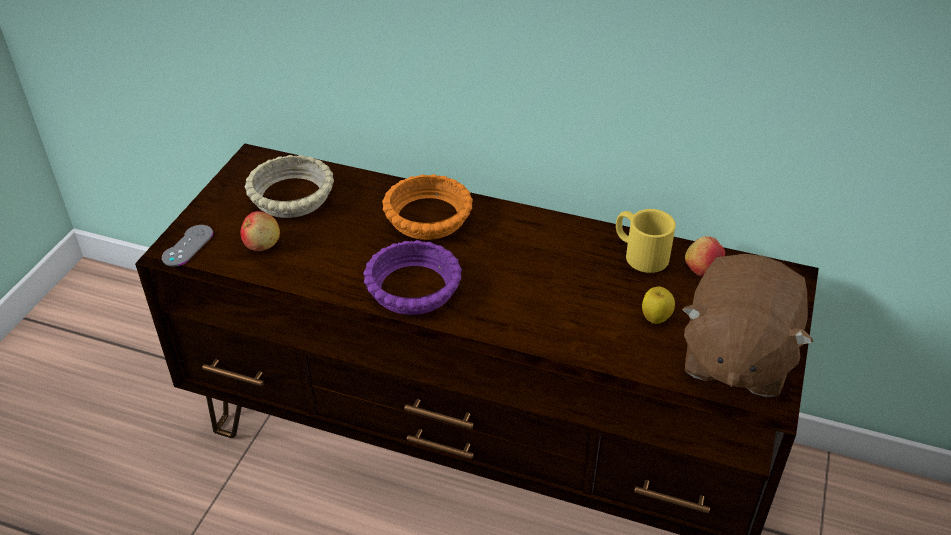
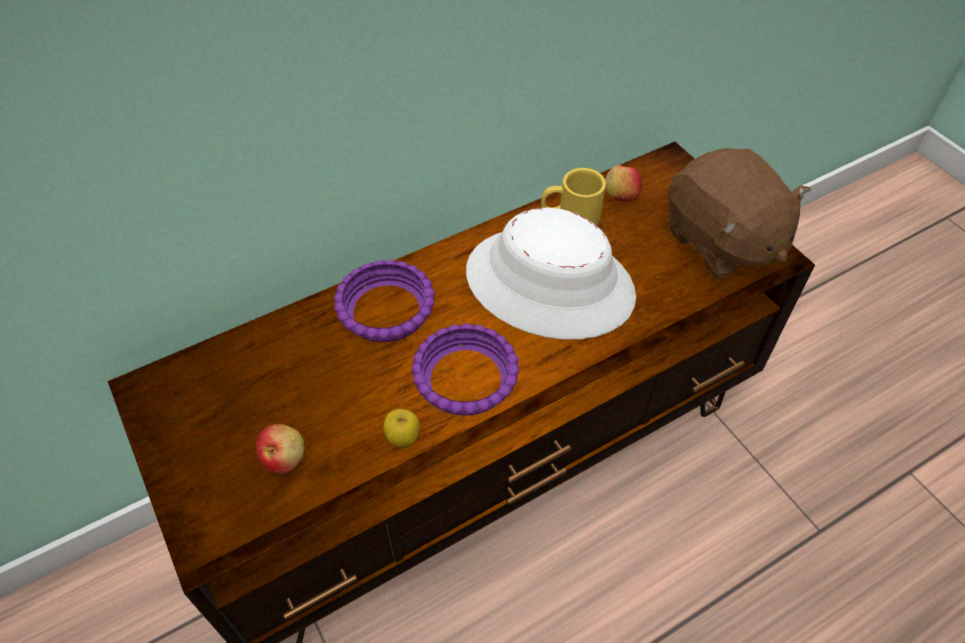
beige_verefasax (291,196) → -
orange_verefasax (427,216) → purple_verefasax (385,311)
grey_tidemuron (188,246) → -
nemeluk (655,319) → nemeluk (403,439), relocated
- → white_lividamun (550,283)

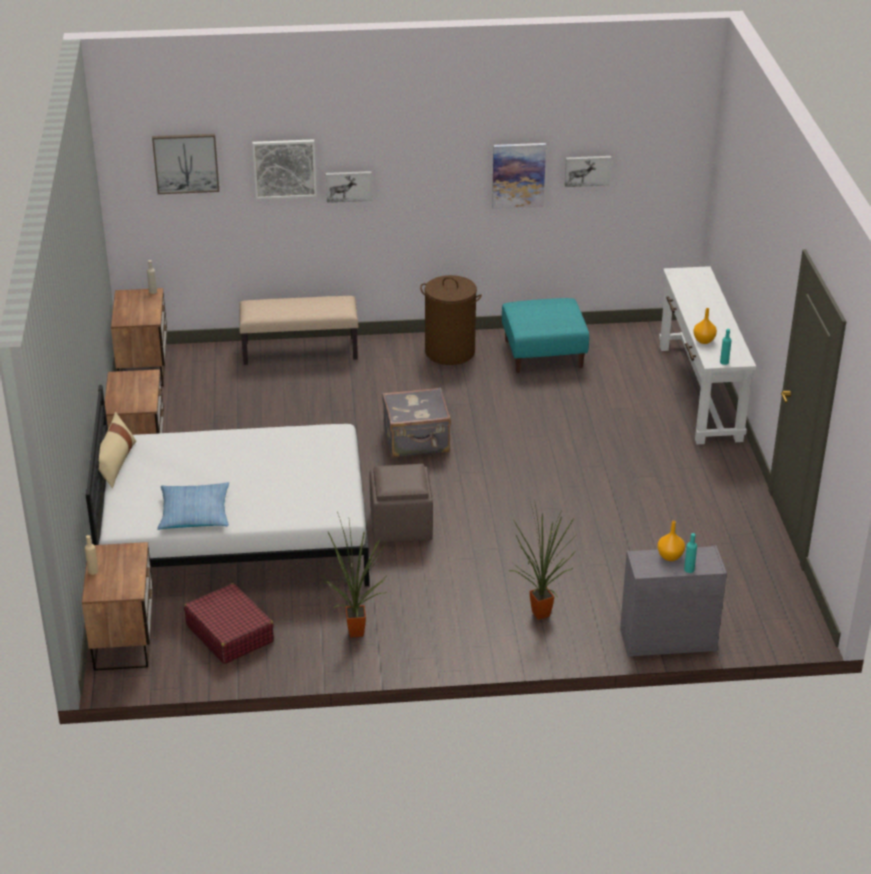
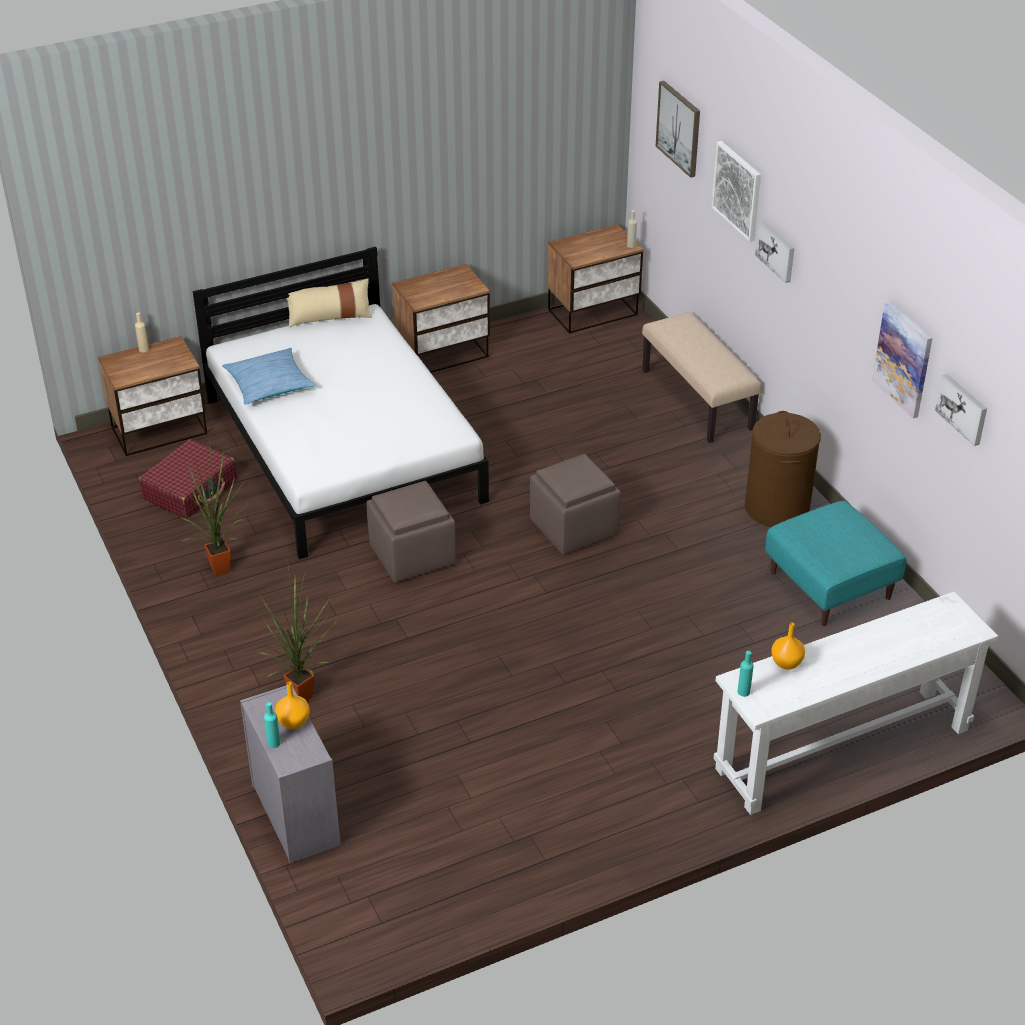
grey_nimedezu (417,441) → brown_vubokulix (575,528)

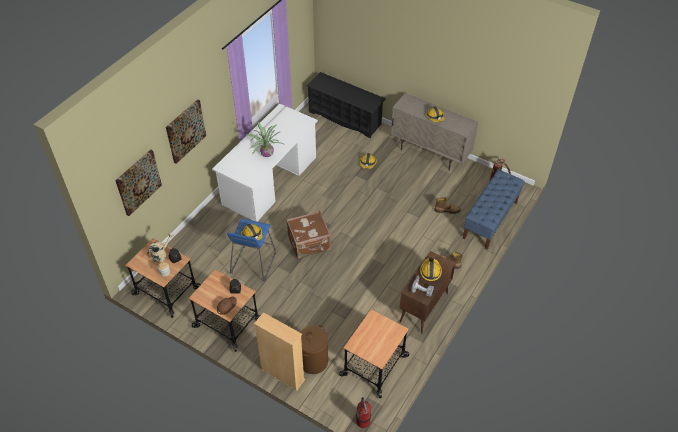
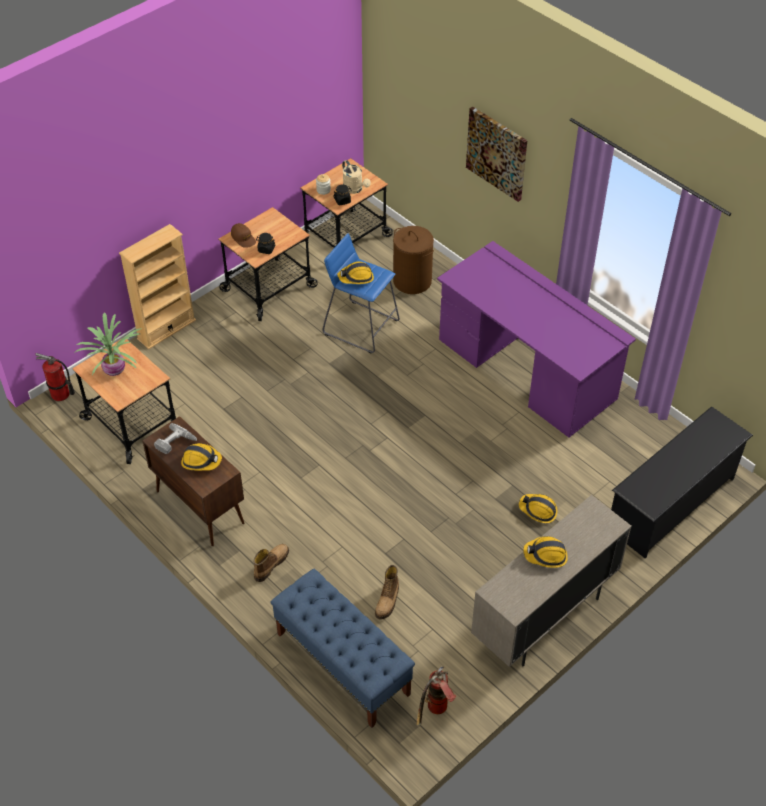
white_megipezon (269,181) → purple_megipezon (526,369)
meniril (266,153) → meniril (116,370), relocated
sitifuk (138,182) → -
brown_nimedezu (309,244) → -
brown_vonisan (313,361) → brown_vonisan (412,281), relocated

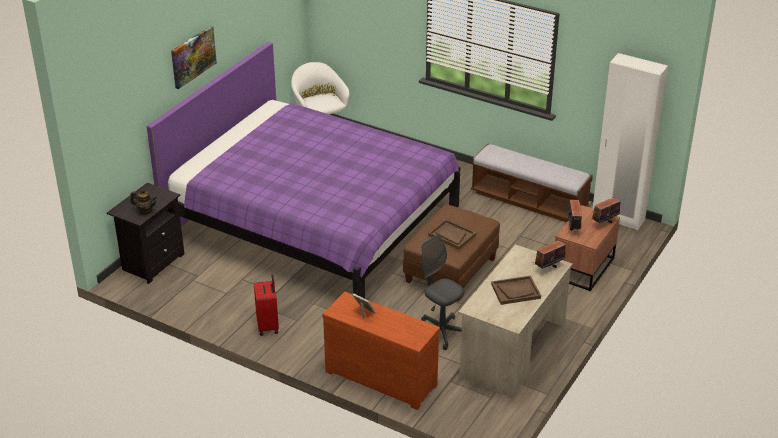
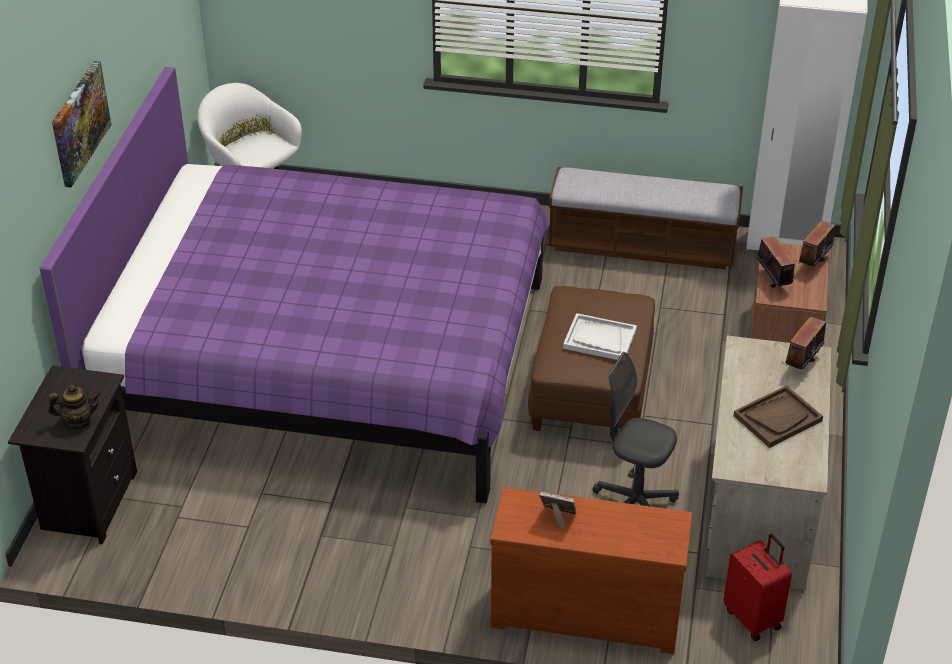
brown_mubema (451,235) → white_mubema (599,339)
red_nimedezu (268,326) → red_nimedezu (753,618), relocated

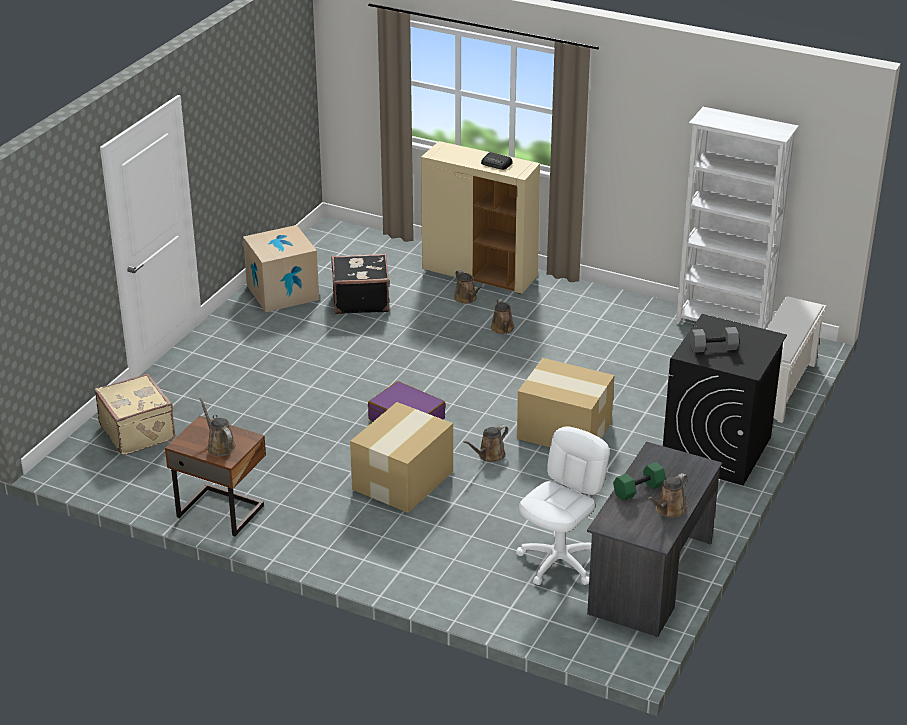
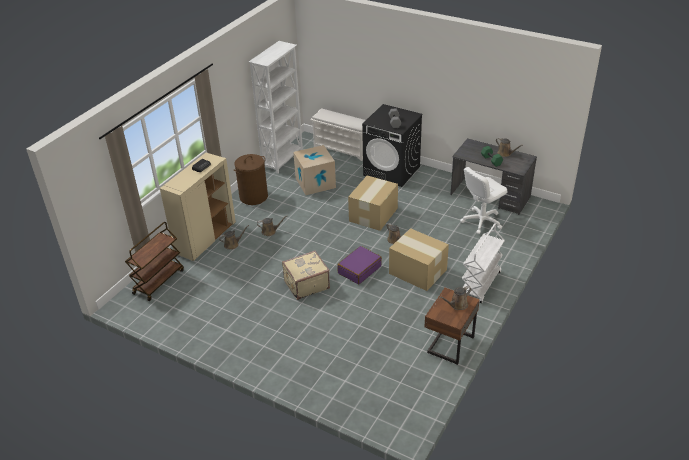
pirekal (282,292) → pirekal (315,183), relocated
black_nimedezu (360,300) → -
beige_nimedezu (138,432) → beige_nimedezu (306,284), relocated
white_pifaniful (559,561) → white_pifaniful (481,221), 75 degrees counterclockwise
- → brown_vonisan (253,196)
- → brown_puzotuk (158,281)
- → white_puzotuk (481,284)

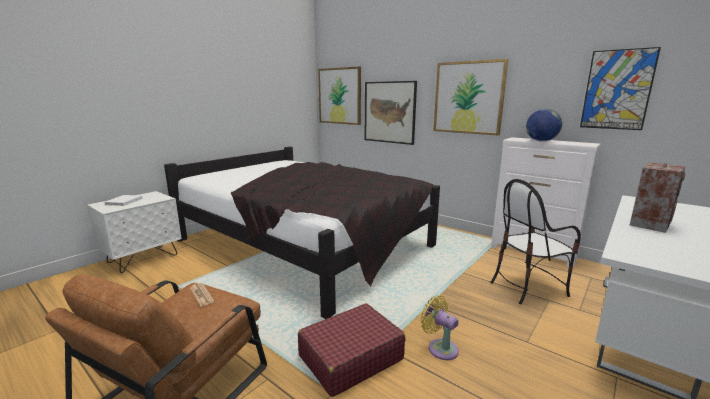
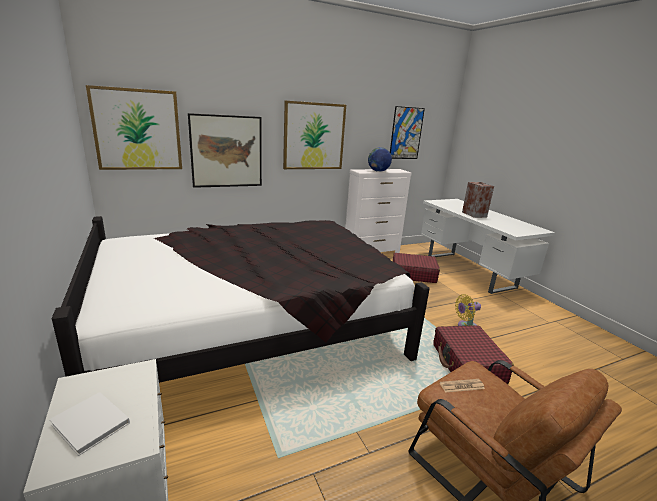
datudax (527,287) → red_nimedezu (413,274)

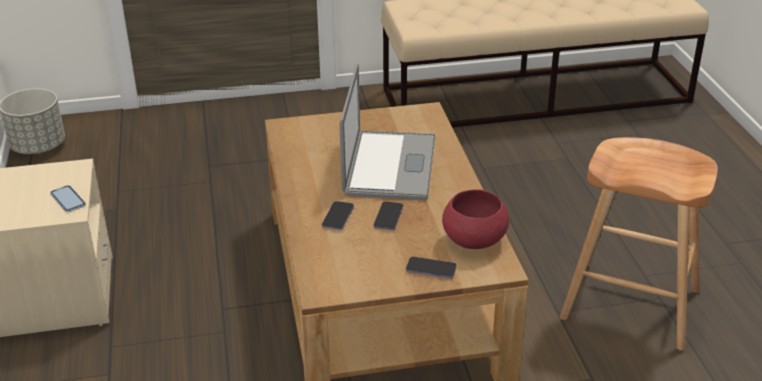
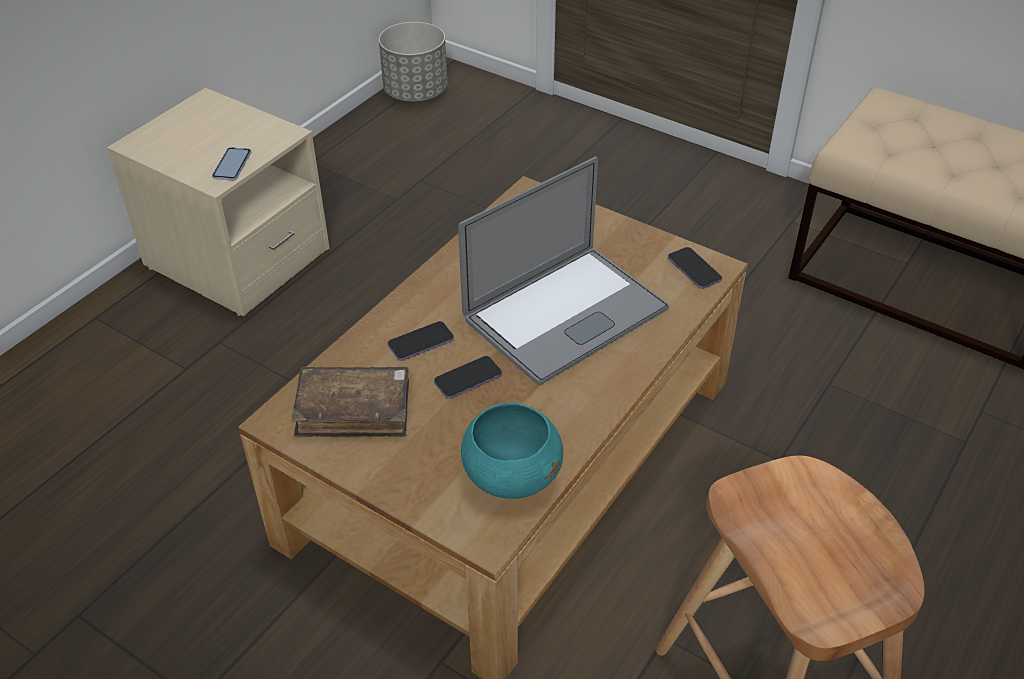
red_verefasax (474,240) → turquoise_verefasax (511,476)
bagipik (431,269) → bagipik (694,270), relocated
- → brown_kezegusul (354,411)

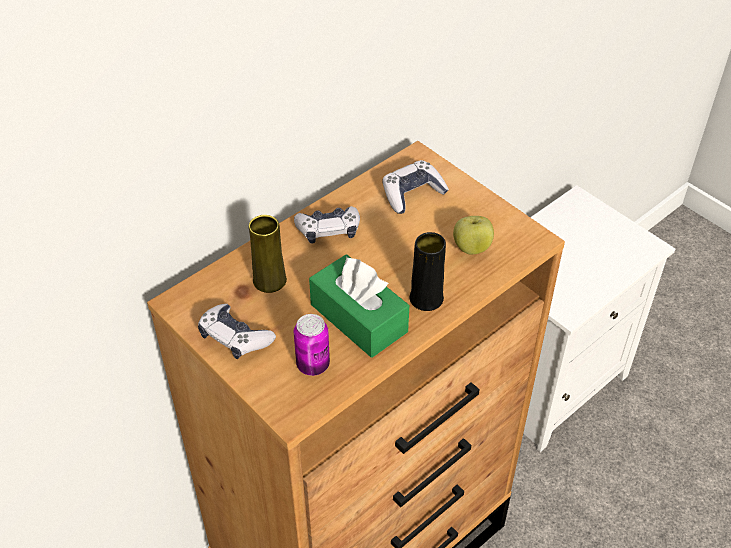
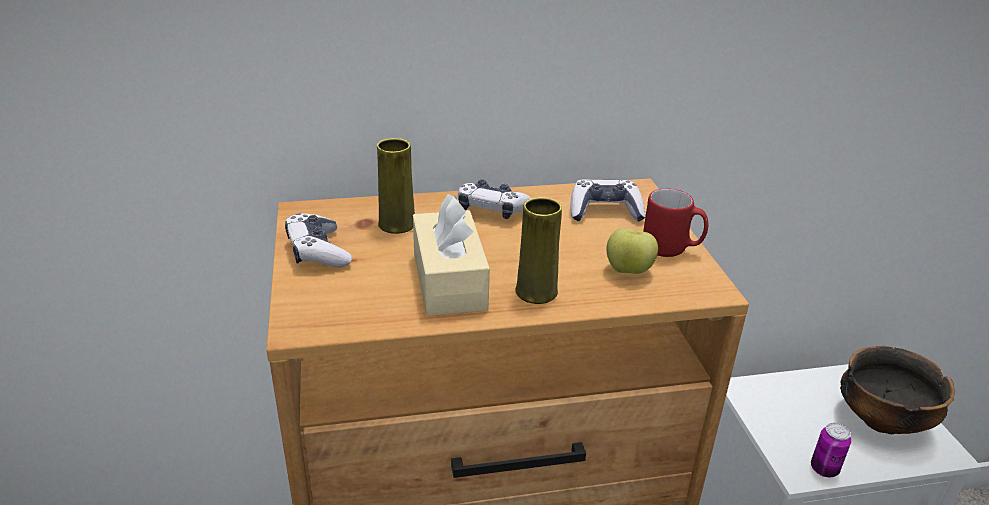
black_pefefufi (426,298) → yellow_pefefufi (536,292)
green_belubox (358,318) → beige_belubox (449,281)
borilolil (313,365) → borilolil (824,469), relocated
- → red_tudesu (671,249)
- → verefasax (882,420)

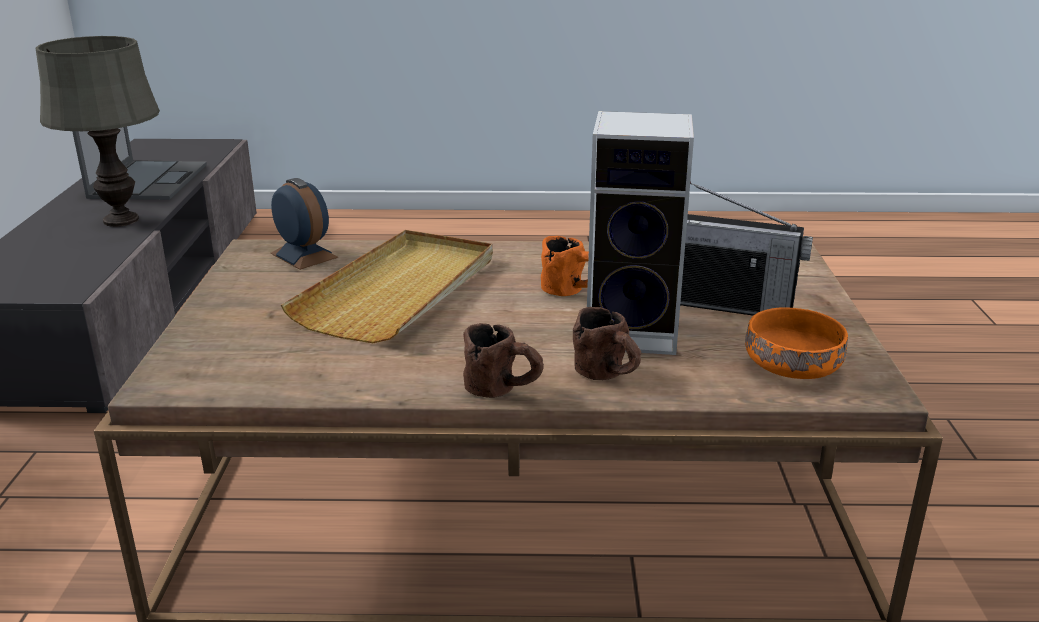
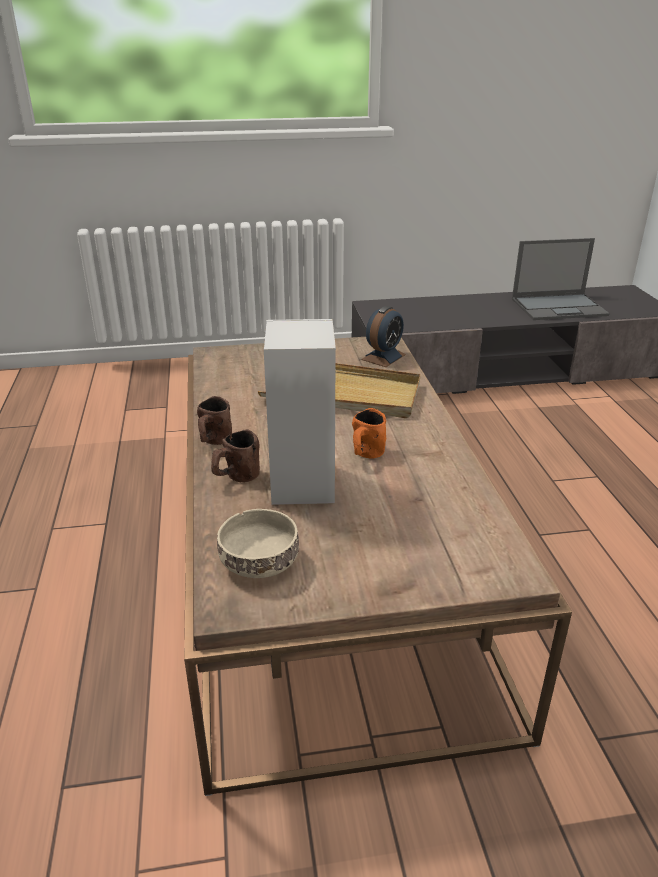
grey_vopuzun (120,220) → -
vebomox (728,305) → -
orange_verefasax (794,368) → beige_verefasax (259,563)

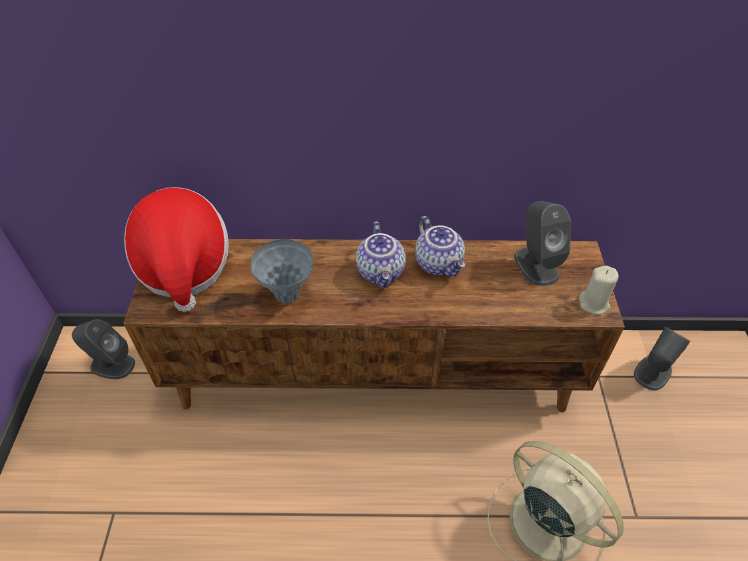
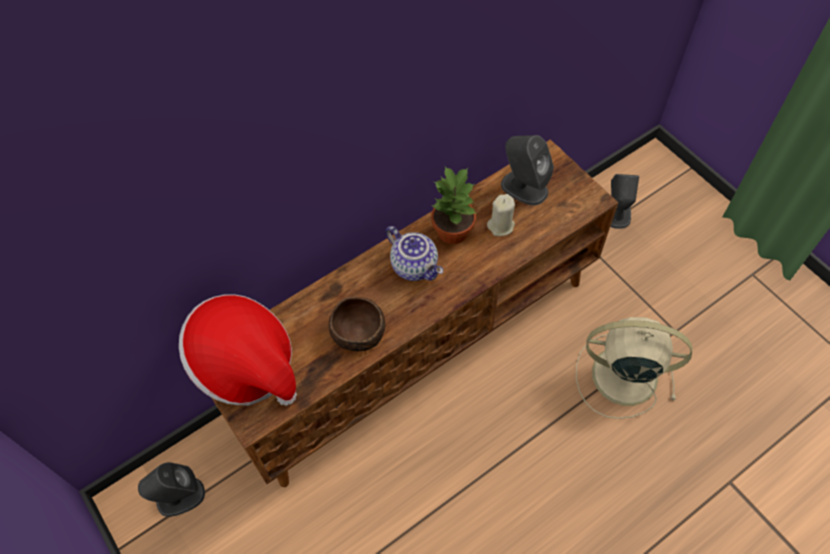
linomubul (439,264) → meniril (453,230)
grey_pefefufi (287,295) → brown_verefasax (359,334)
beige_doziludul (594,303) → beige_doziludul (501,226), relocated

